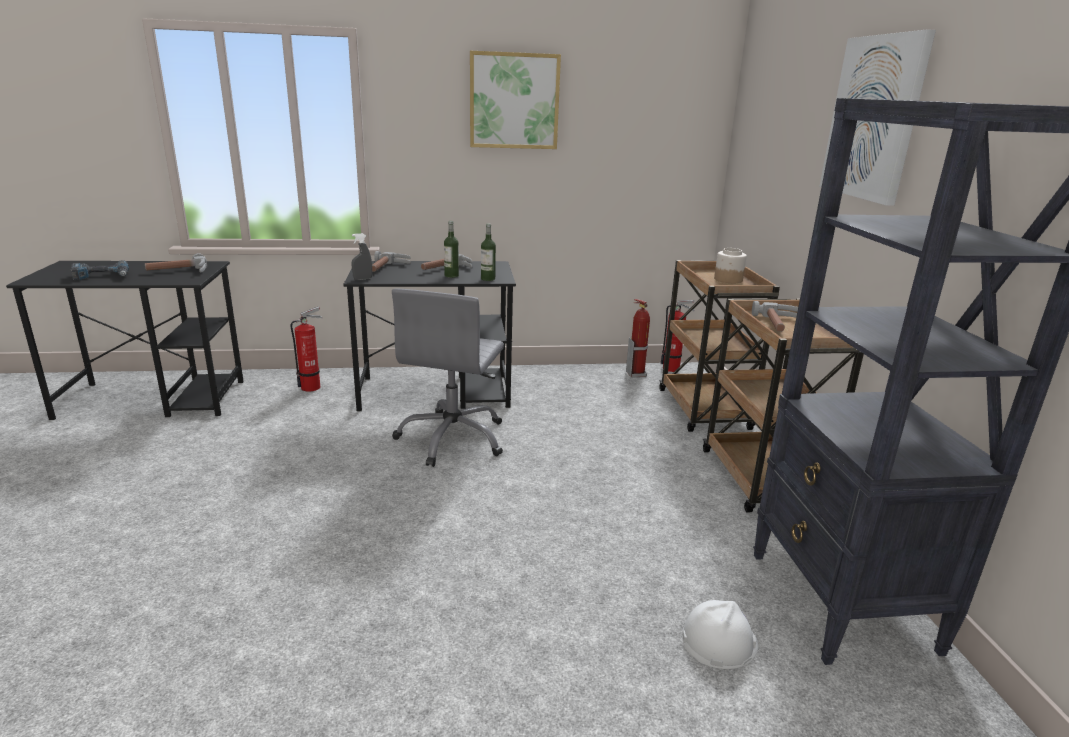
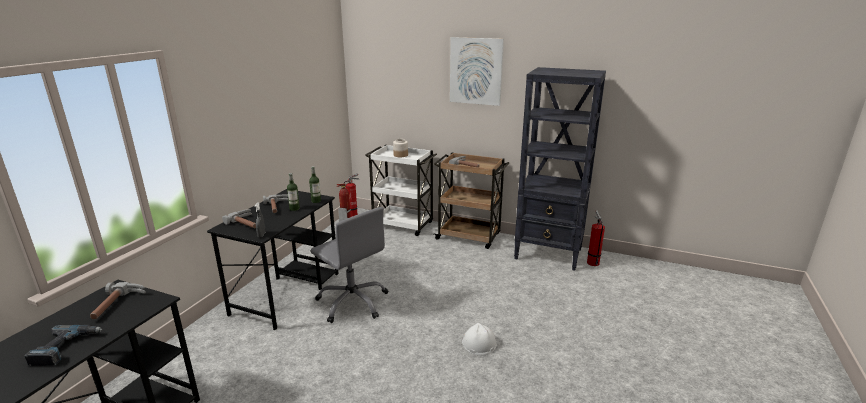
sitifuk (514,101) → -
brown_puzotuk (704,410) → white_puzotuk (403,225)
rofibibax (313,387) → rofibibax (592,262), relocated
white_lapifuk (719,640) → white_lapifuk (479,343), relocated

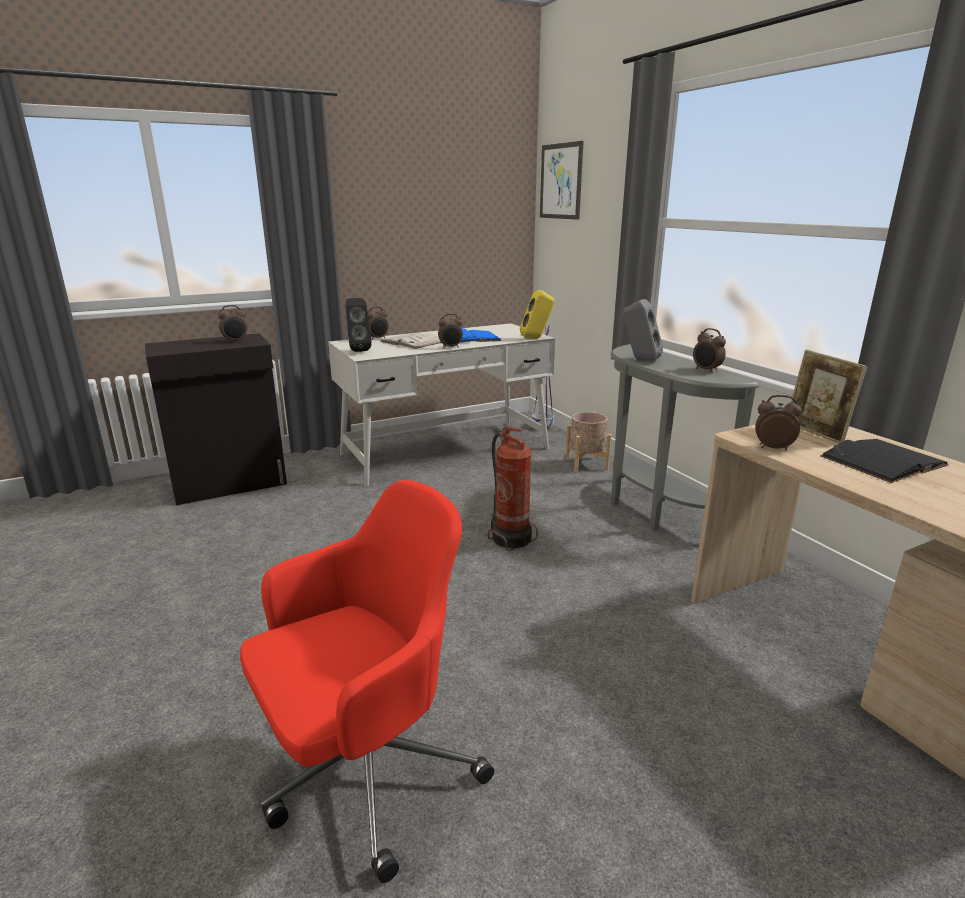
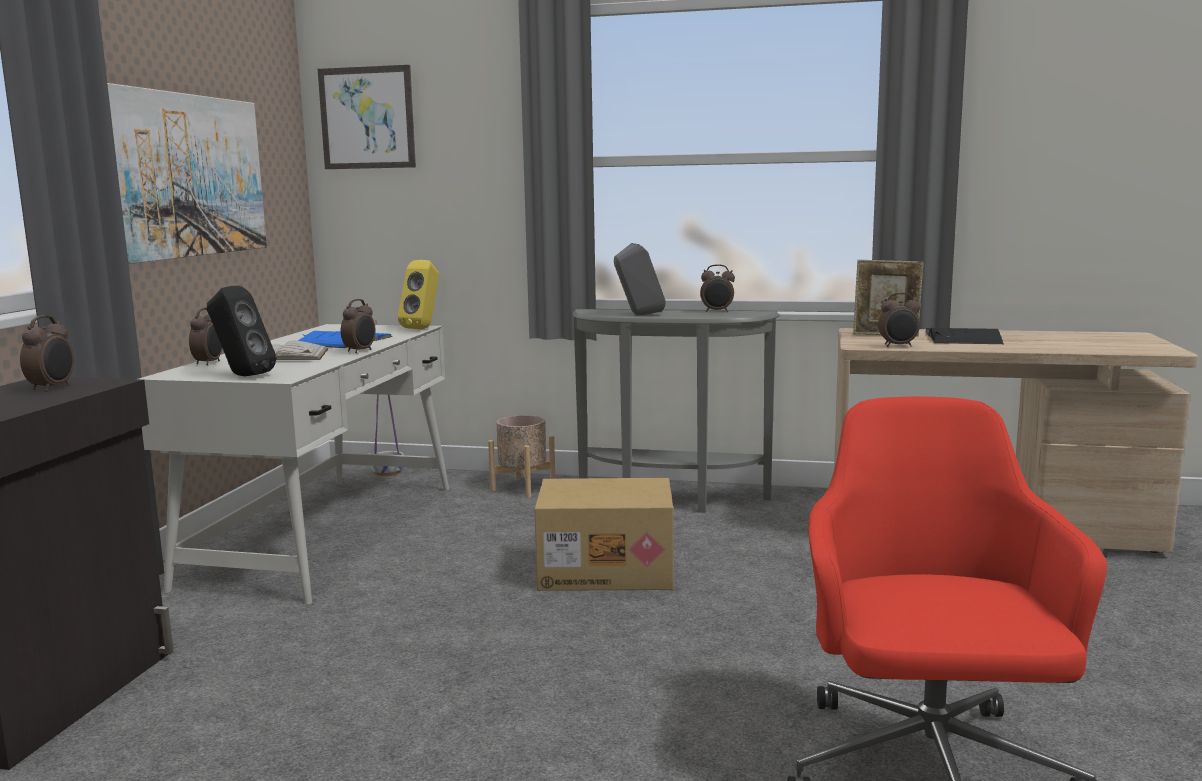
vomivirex (772,448) → vomivirex (898,346), 150 degrees counterclockwise
rofibibax (511,538) → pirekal (607,570)
- → sitifuk (187,175)

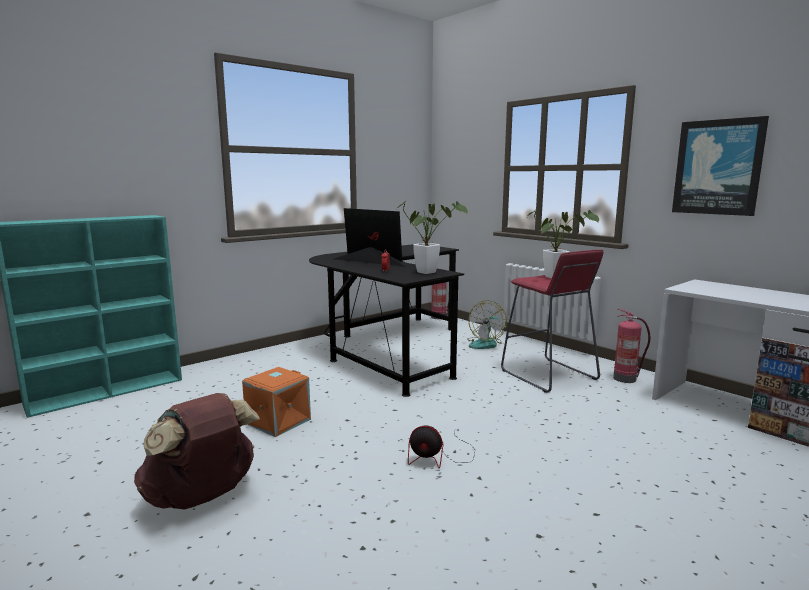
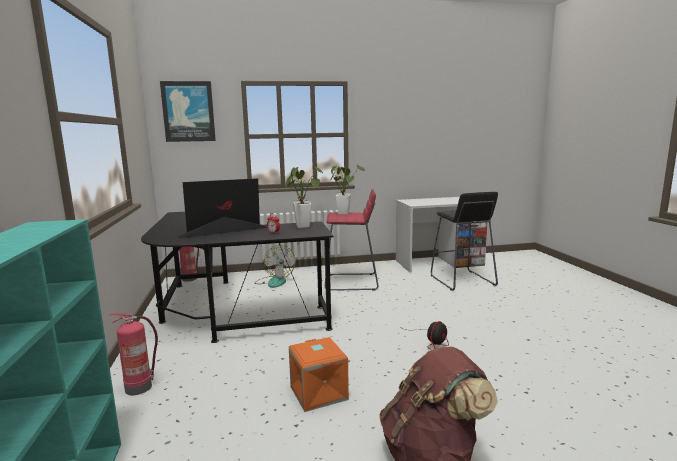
sitifuk (717,167) → sitifuk (188,111), relocated
rofibibax (626,379) → rofibibax (140,387), relocated
- → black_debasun (462,280)

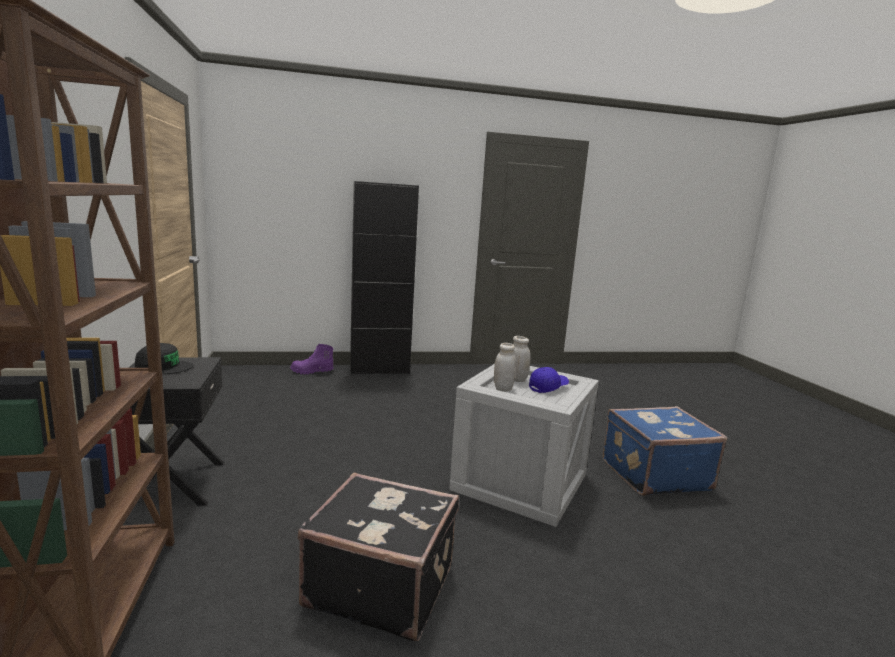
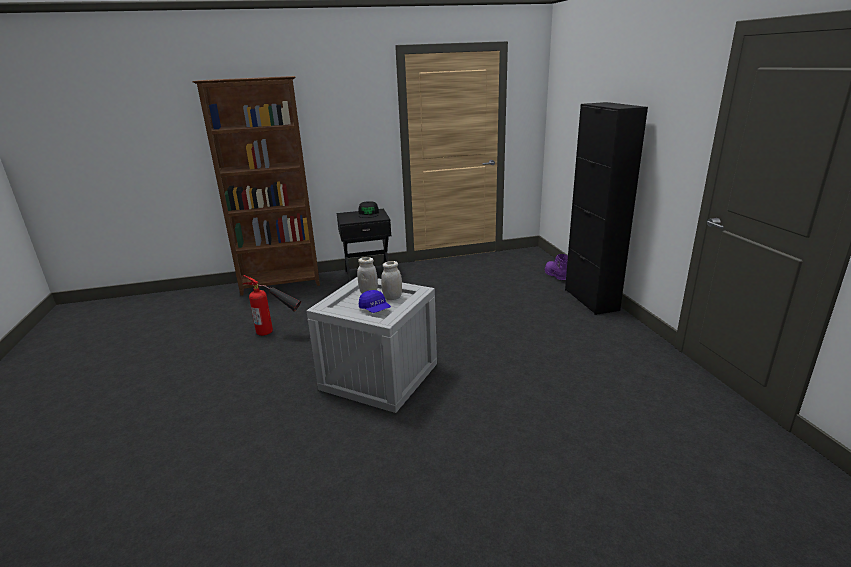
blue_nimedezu (653,474) → -
black_nimedezu (381,584) → rofibibax (278,333)

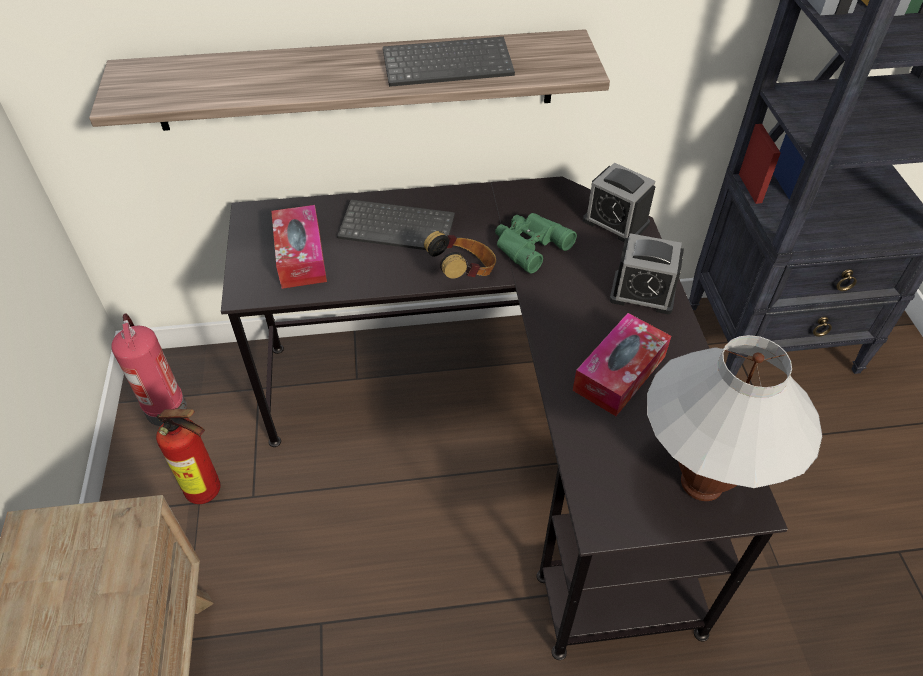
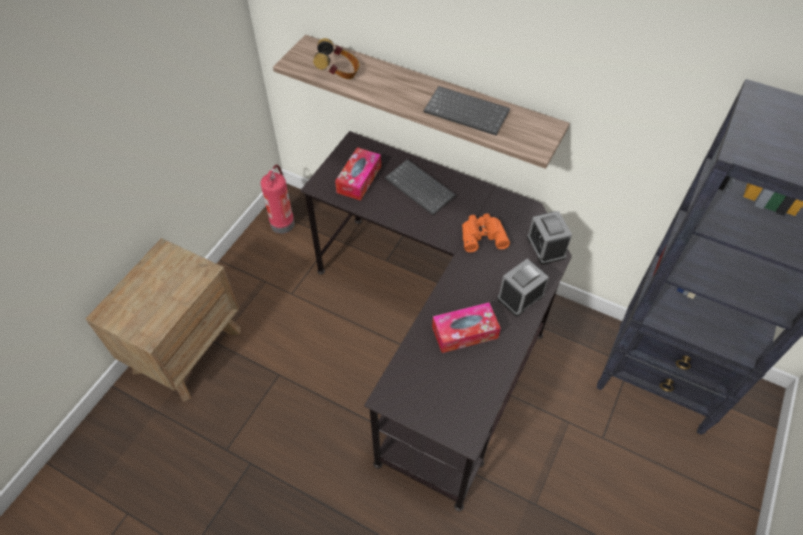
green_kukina (528,245) → orange_kukina (482,234)
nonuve (463,273) → nonuve (338,73), relocated
vomivirex (642,293) → vomivirex (520,297), 90 degrees clockwise
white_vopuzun (701,484) → -
rofibibax (208,492) → -

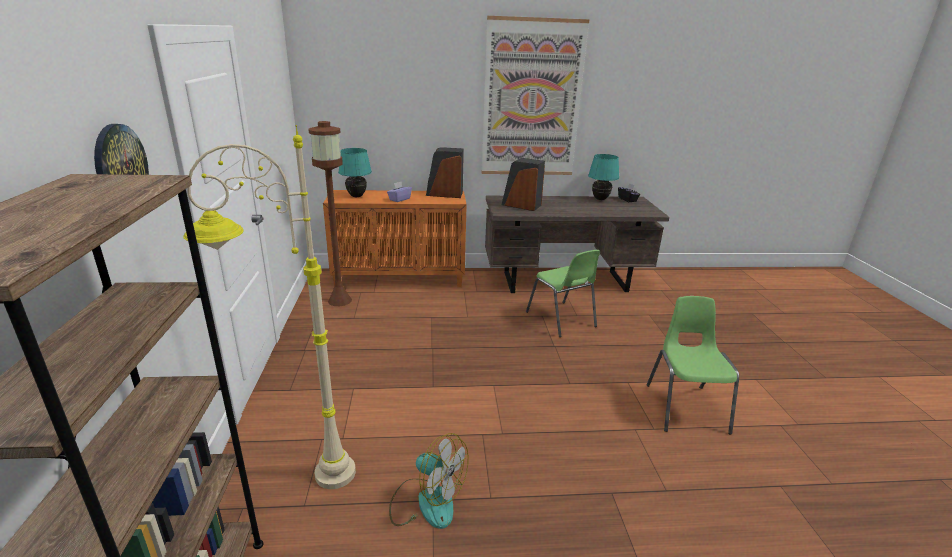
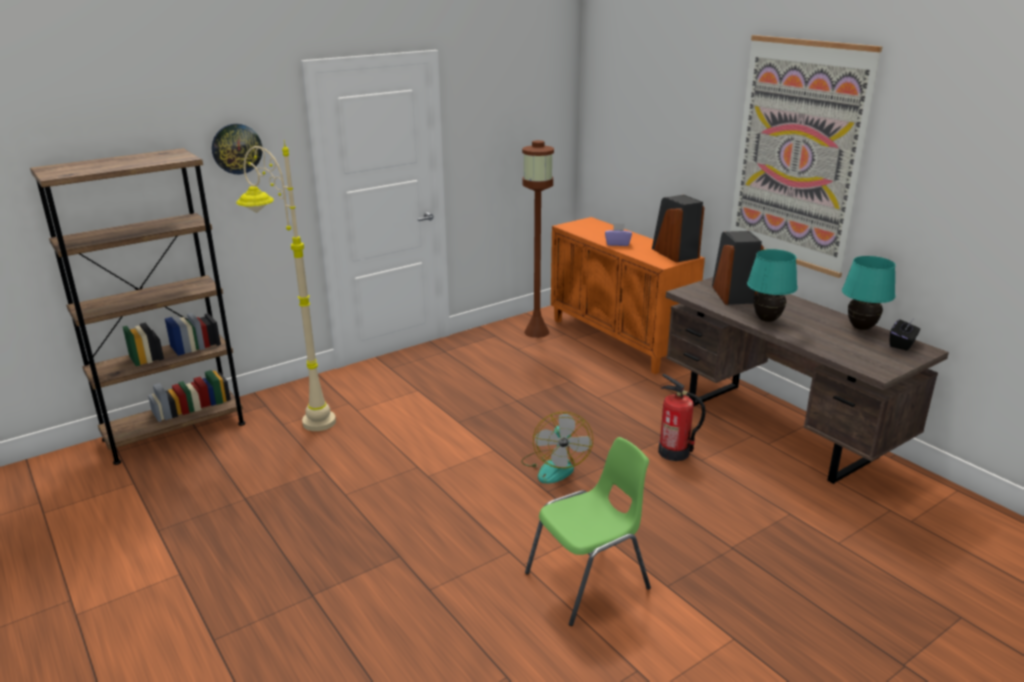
turquoise_vopuzun (356,196) → turquoise_vopuzun (767,319), relocated
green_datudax (561,320) → rofibibax (674,452)
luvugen (427,501) → luvugen (554,466), relocated

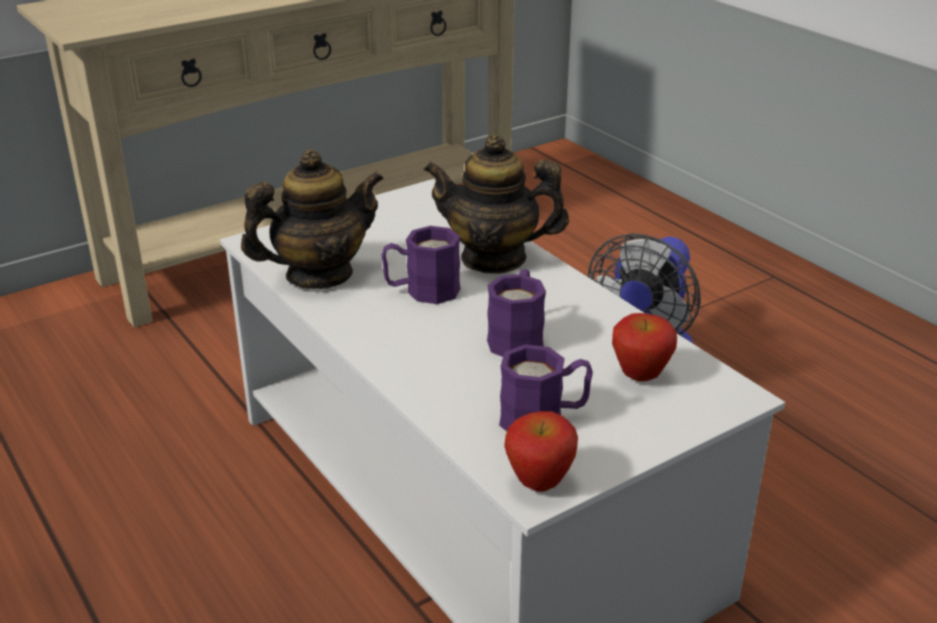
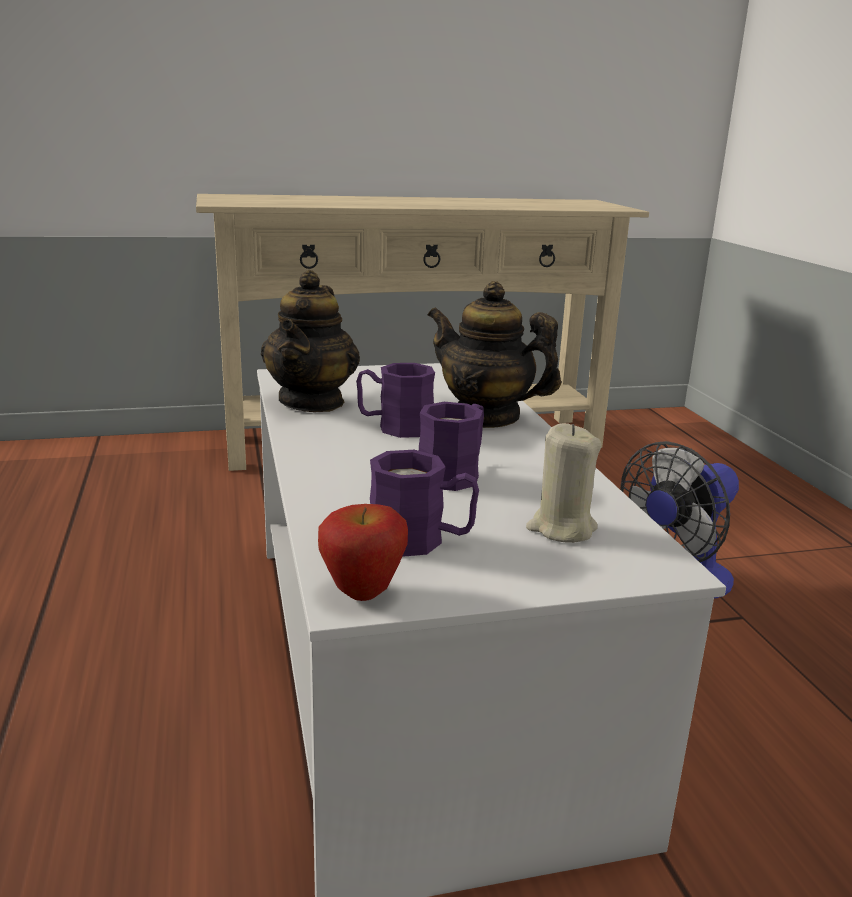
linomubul (318,275) → linomubul (312,402), 105 degrees clockwise
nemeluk (640,377) → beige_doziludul (561,528)

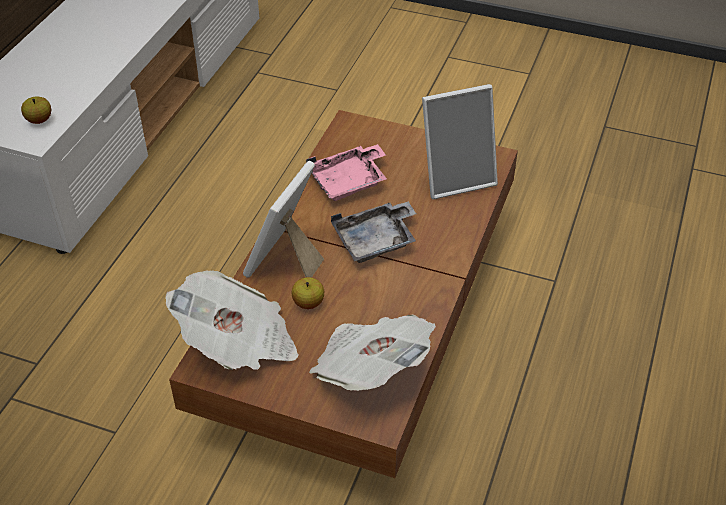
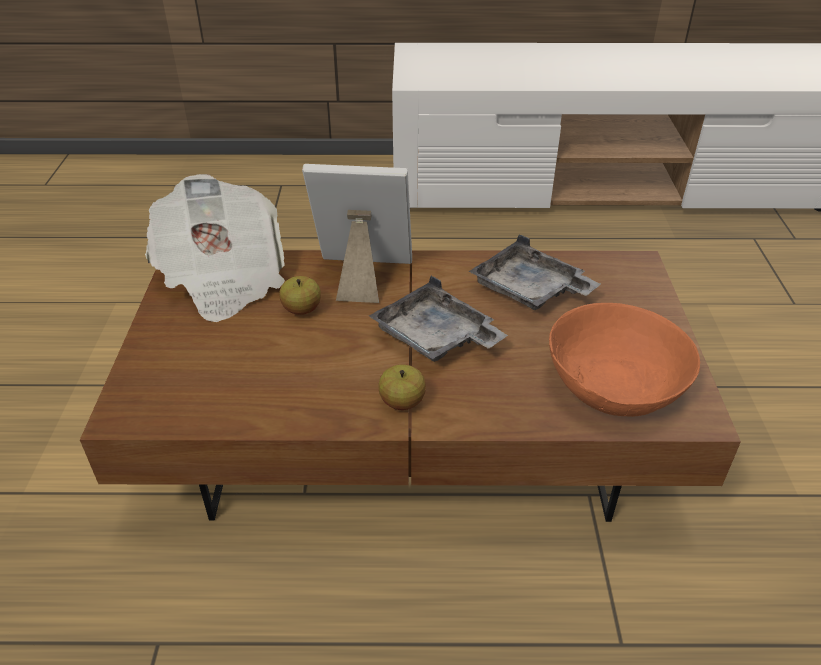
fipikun (456,177) → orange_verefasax (616,384)
nemeluk (39,120) → nemeluk (402,402), relocated
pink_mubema (349,181) → grey_mubema (529,290)
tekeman (370,369) → -

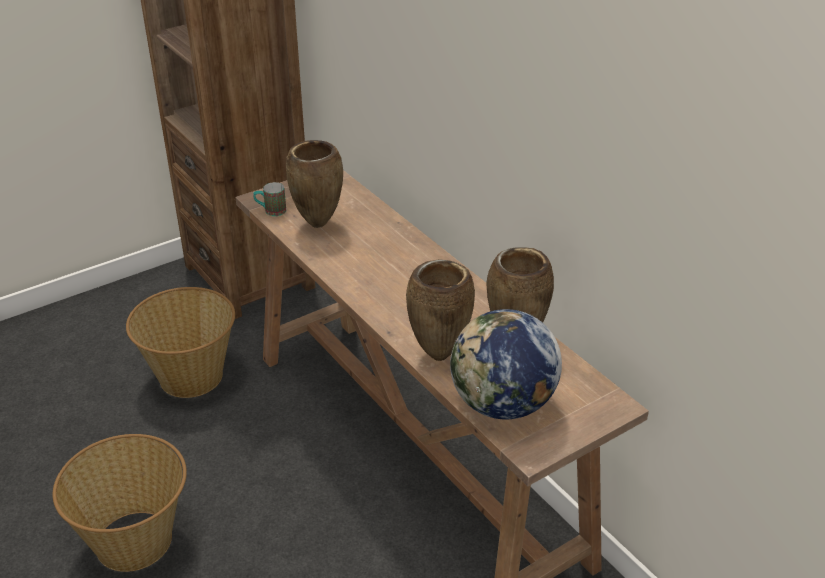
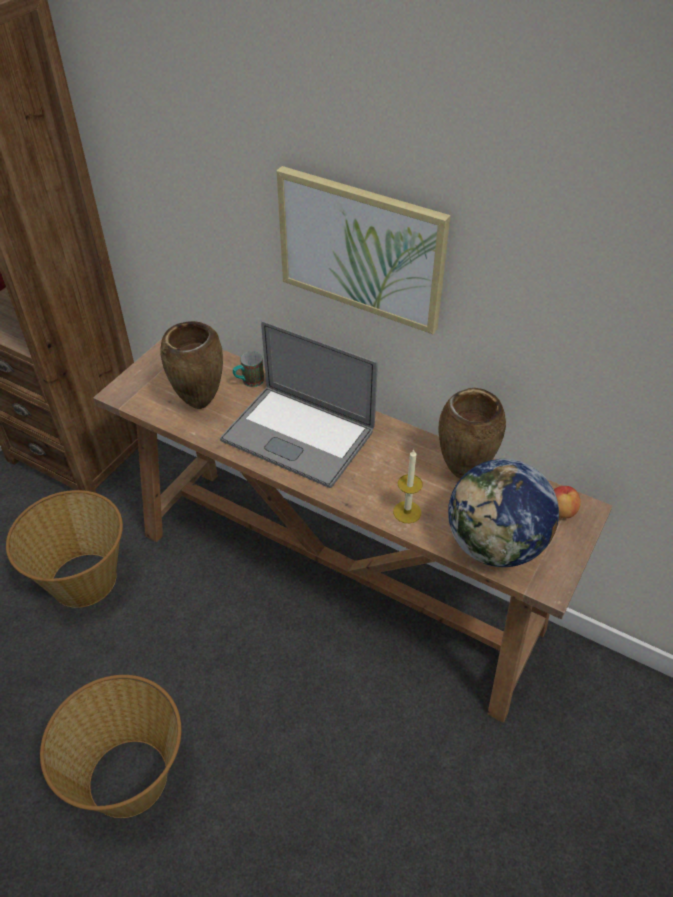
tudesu (270,211) → tudesu (249,382), relocated
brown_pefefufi (439,354) → doziludul (407,512)
- → sitifuk (361,248)
- → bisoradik (298,435)
- → nemeluk (561,511)

